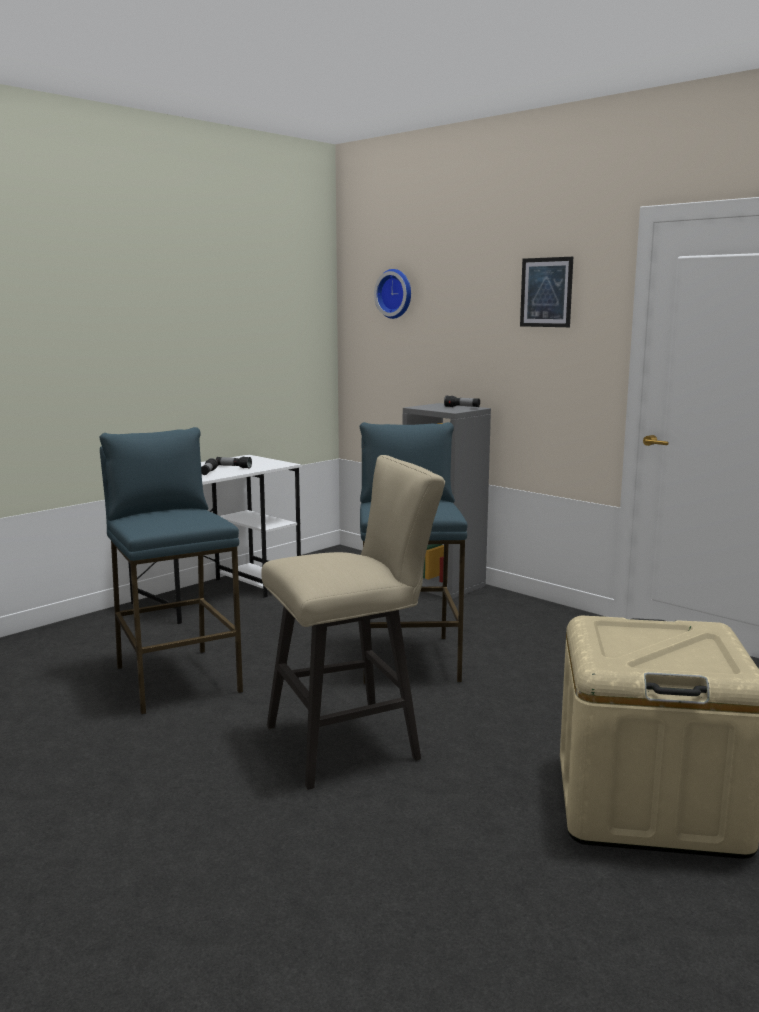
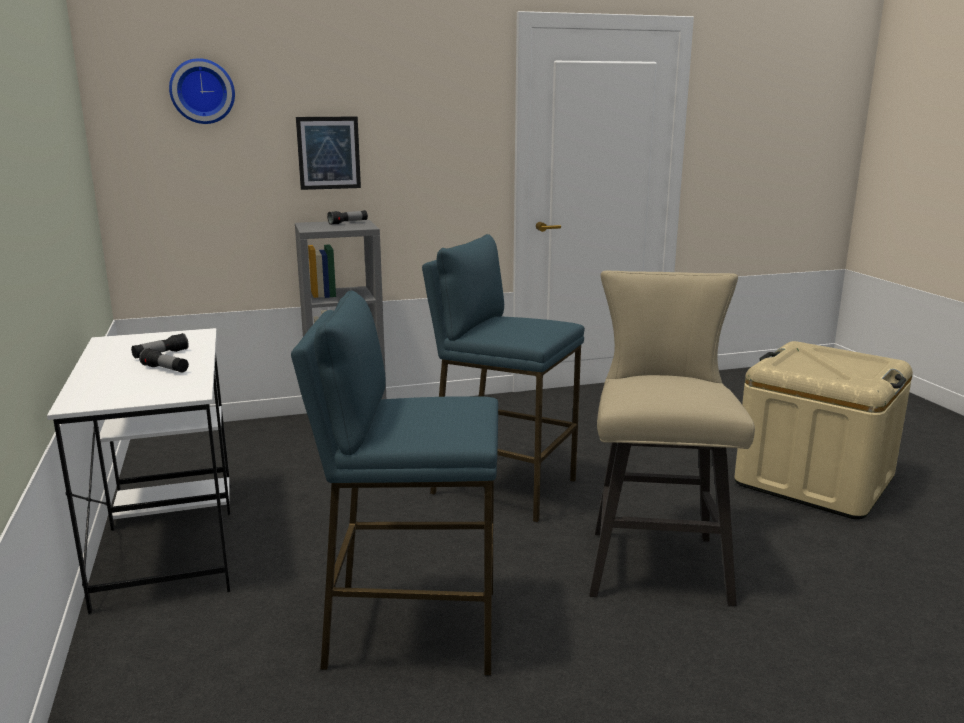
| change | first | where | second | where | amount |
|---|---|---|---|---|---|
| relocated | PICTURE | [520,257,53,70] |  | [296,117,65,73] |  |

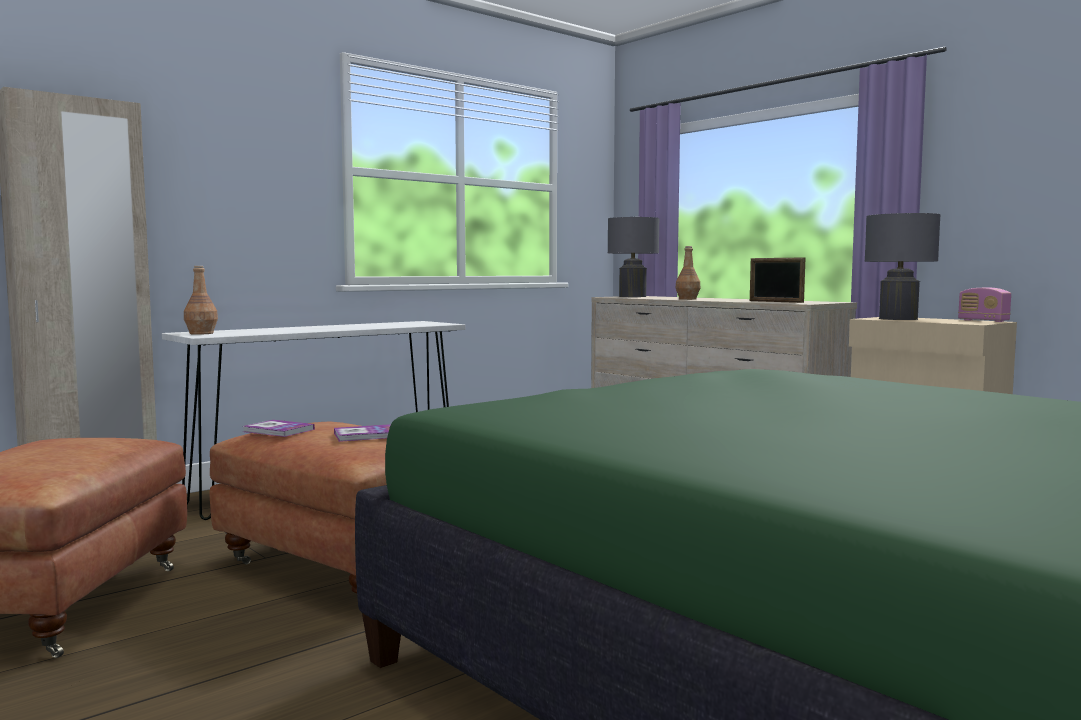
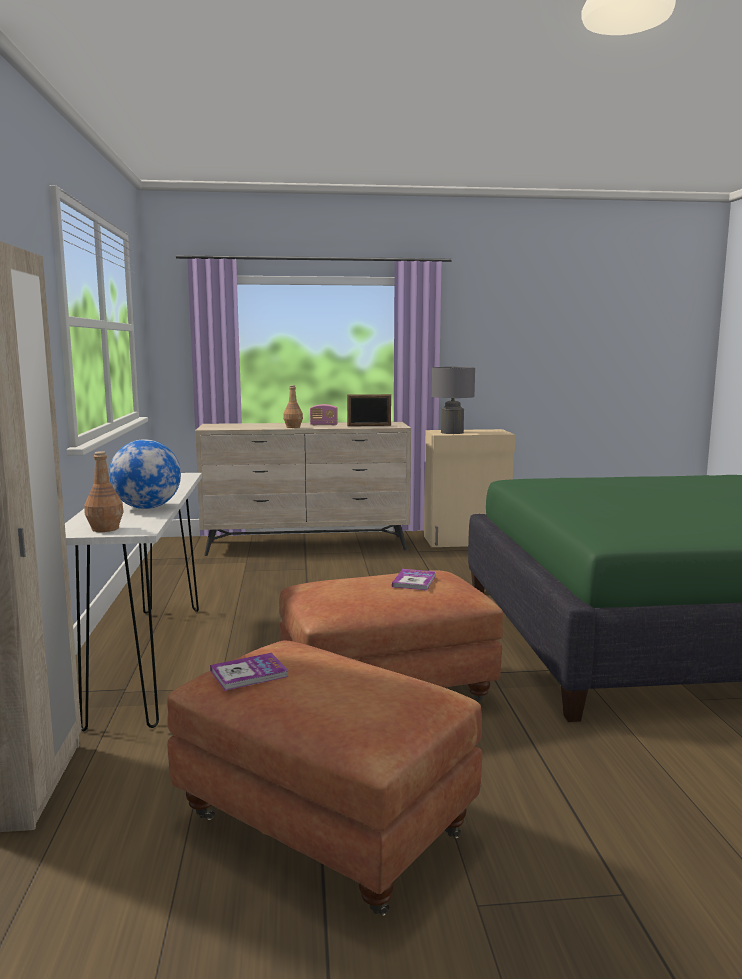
| change | first | where | second | where | amount |
|---|---|---|---|---|---|
| missing | GREY TABLE LAMP | [608,217,52,80] |  |  |  |
| appeared |  |  | GLOBE | [109,439,72,70] |  |
| relocated | BOOK | [243,420,72,17] |  | [210,653,79,38] |  |
| relocated | RADIO | [958,288,53,34] |  | [310,404,28,21] |  |

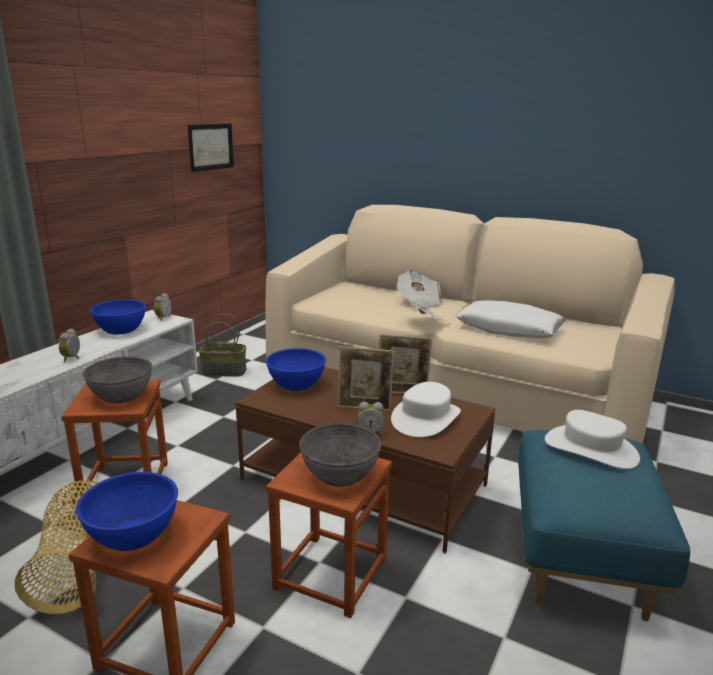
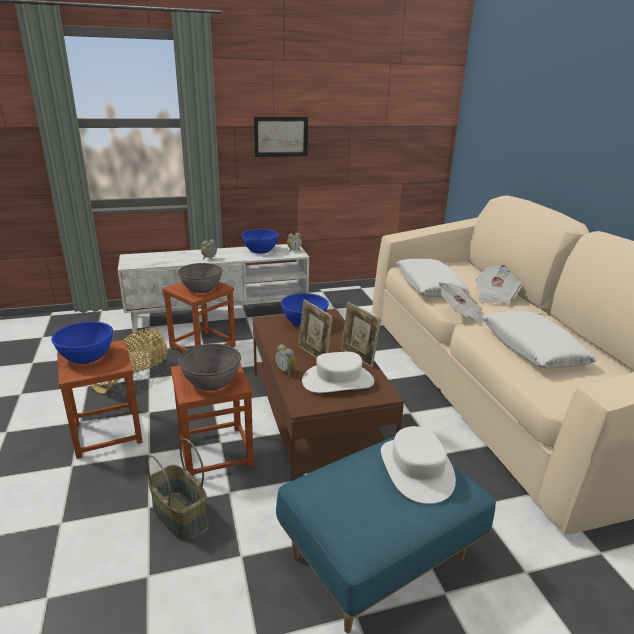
| change | first | where | second | where | amount |
|---|---|---|---|---|---|
| appeared |  |  | WHITE PILLOW | [396,259,74,38] |  |
| relocated | PICTURE | [188,123,46,49] |  | [254,117,54,40] |  |
| relocated | BASKET | [199,314,47,62] |  | [146,438,62,102] |  |

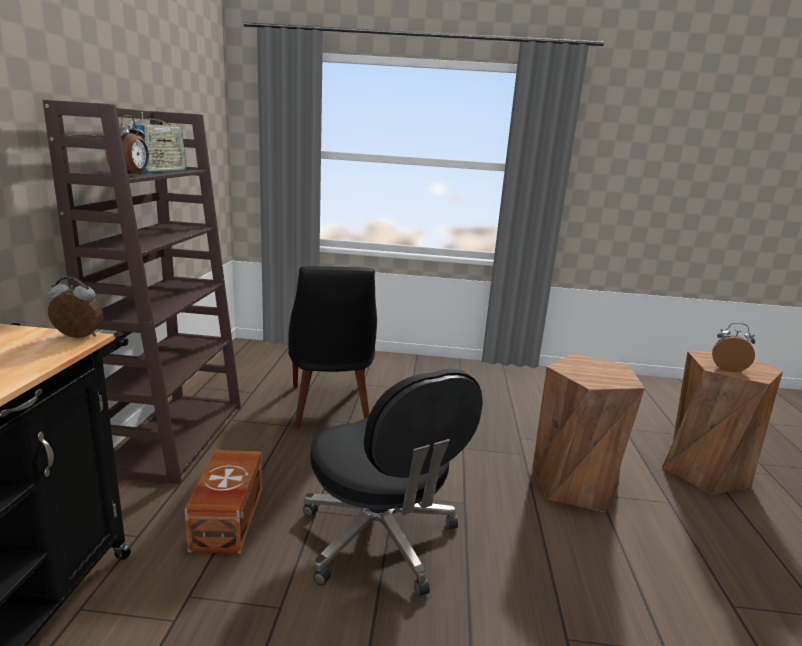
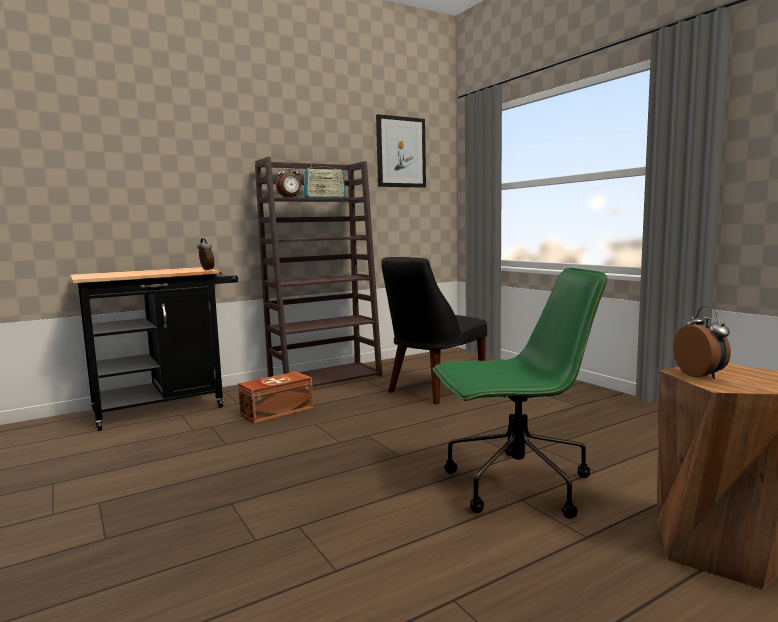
| change | first | where | second | where | amount |
|---|---|---|---|---|---|
| missing | BLACK OFFICE CHAIR | [303,368,180,228] |  |  |  |
| appeared |  |  | PICTURE | [376,114,50,74] |  |
| exchanged | BROWN STOOL | [532,353,113,159] | GREEN OFFICE CHAIR | [433,268,174,251] |  |

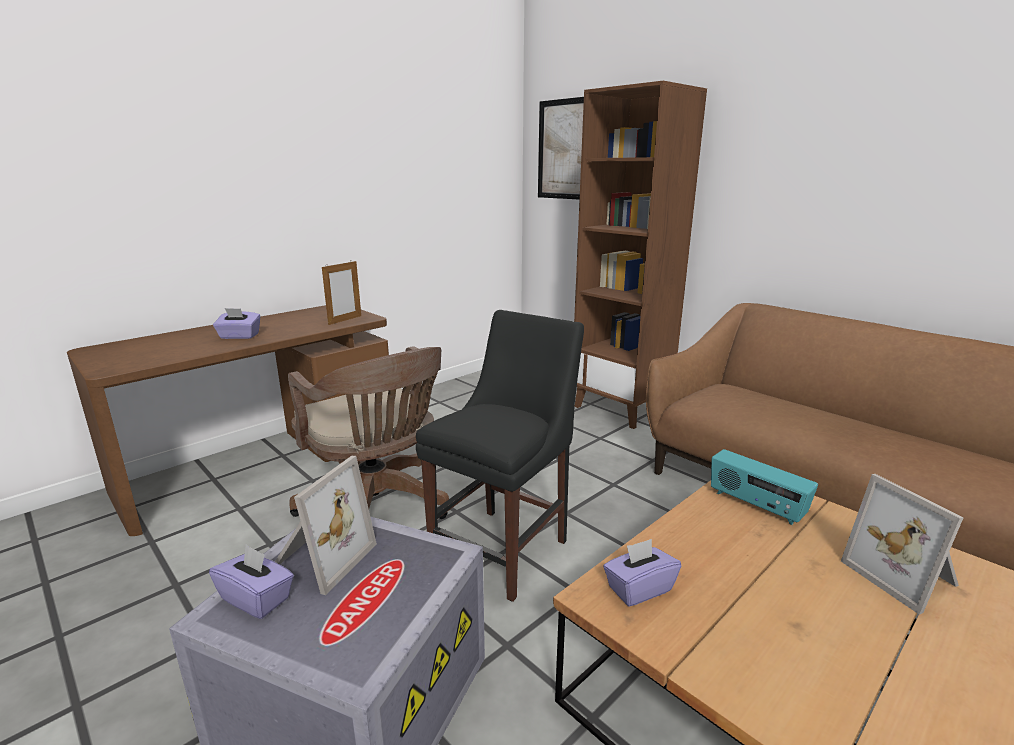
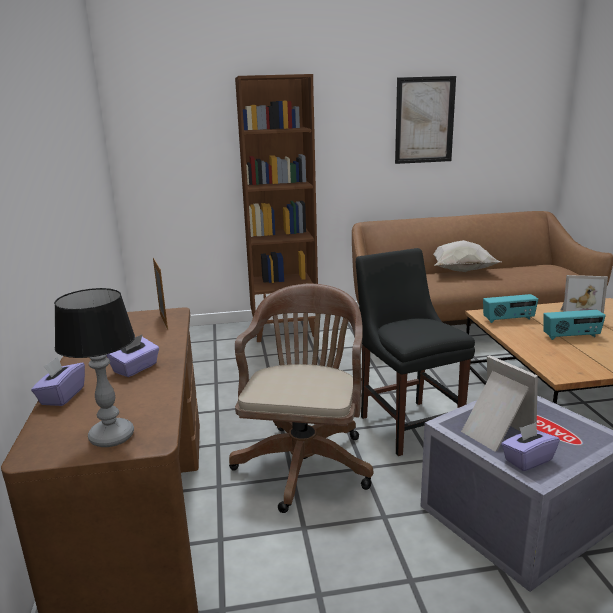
| change | first | where | second | where | amount |
|---|---|---|---|---|---|
| appeared |  |  | TABLE LAMP | [54,288,81,159] |  |
| appeared |  |  | WHITE PILLOW | [433,240,68,32] |  |
| appeared |  |  | RADIO | [543,310,63,30] |  |
| relocated | PICTURE | [538,97,46,103] |  | [395,76,61,88] |  |
| relocated | PURPLE TISSUE BOX | [603,539,78,68] |  | [31,357,54,49] |  |
| spun | BROWN OFFICE CHAIR | [288,346,161,173] |  | [229,284,144,229] | 75 degrees counterclockwise |

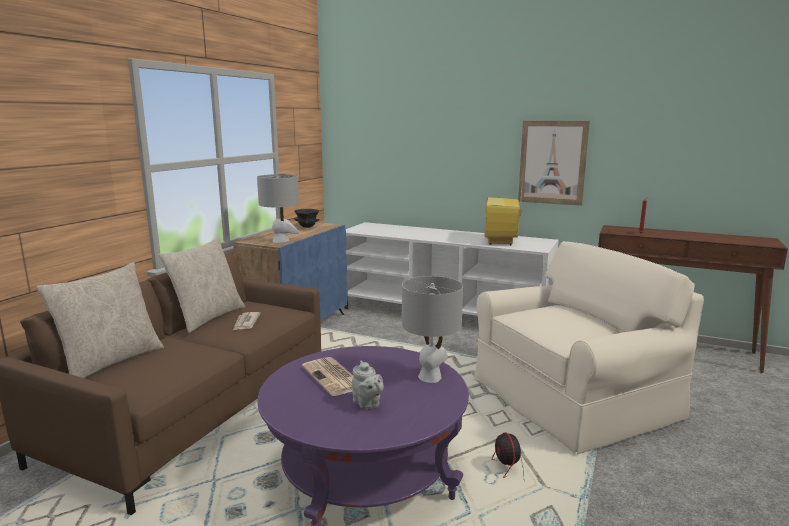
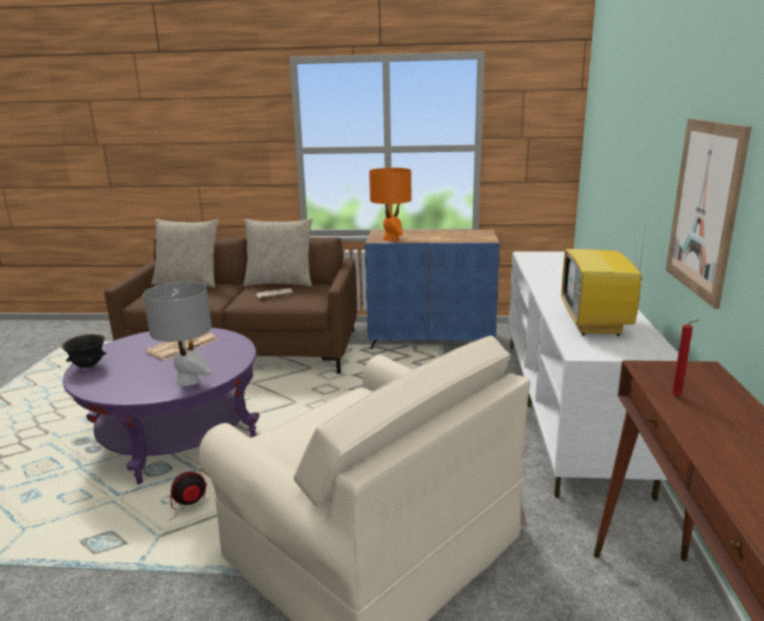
| change | first | where | second | where | amount |
|---|---|---|---|---|---|
| missing | GREY TEAPOT | [352,361,32,48] |  |  |  |
| relocated | BLACK BOWL | [294,209,26,19] |  | [61,334,45,34] |  |
| colour | GREY TABLE LAMP | [257,174,42,69] | ORANGE TABLE LAMP | [369,168,42,73] |  |
| spun | TELEVISION | [485,179,38,66] |  | [561,216,86,120] | 75 degrees counterclockwise |

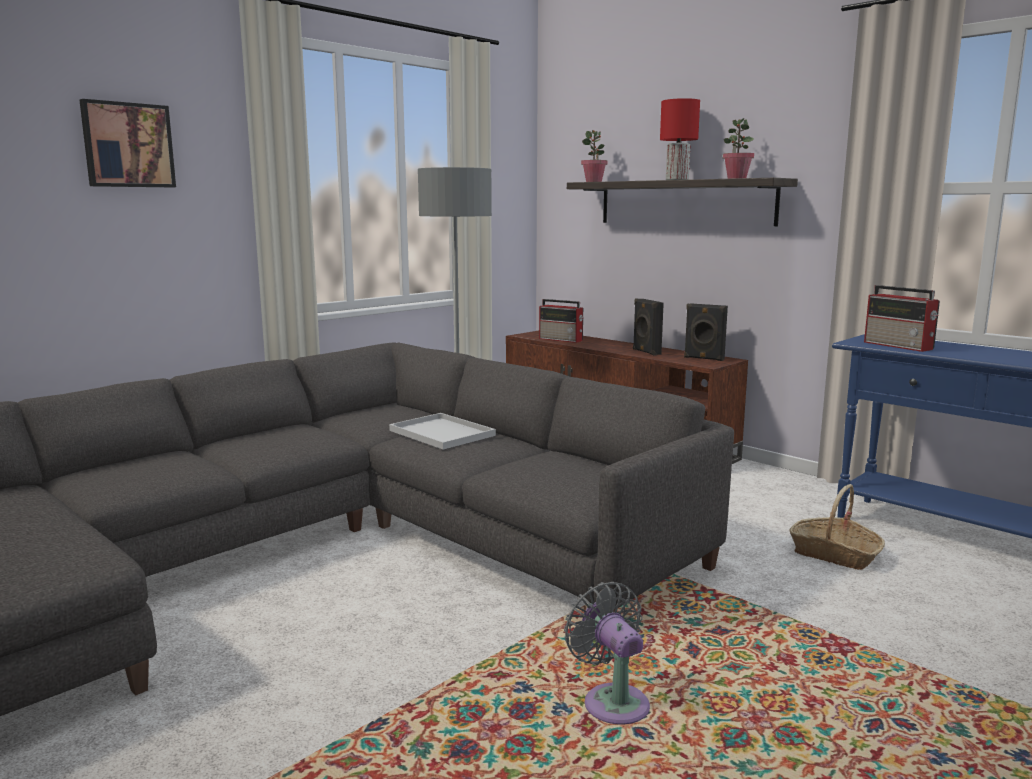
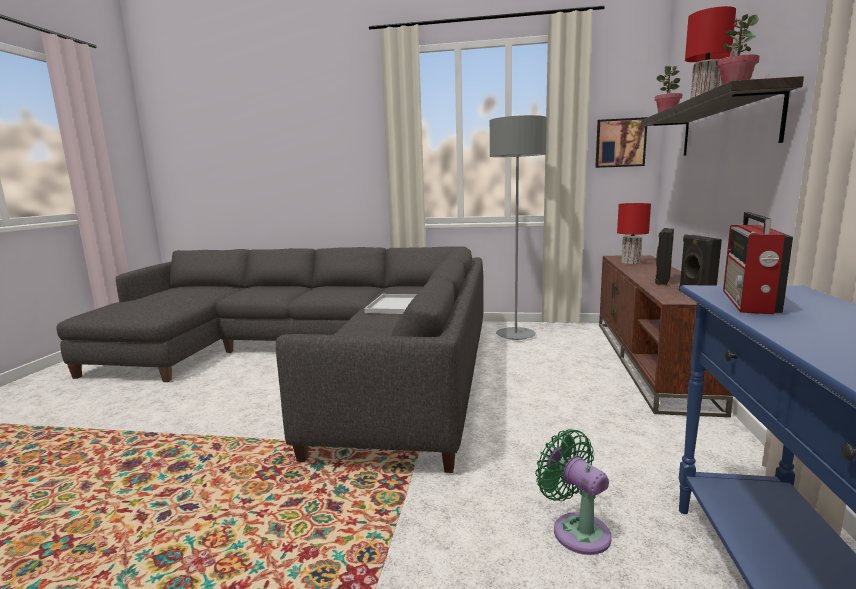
| change | first | where | second | where | amount |
|---|---|---|---|---|---|
| missing | GREY FAN | [564,582,86,143] |  |  |  |
| relocated | PICTURE | [80,99,96,88] |  | [595,117,53,51] |  |
| exchanged | RADIO | [539,299,44,44] | RED TABLE LAMP | [617,203,34,62] |  |
| exchanged | BASKET | [789,484,96,86] | GREEN FAN | [535,429,77,126] |  |

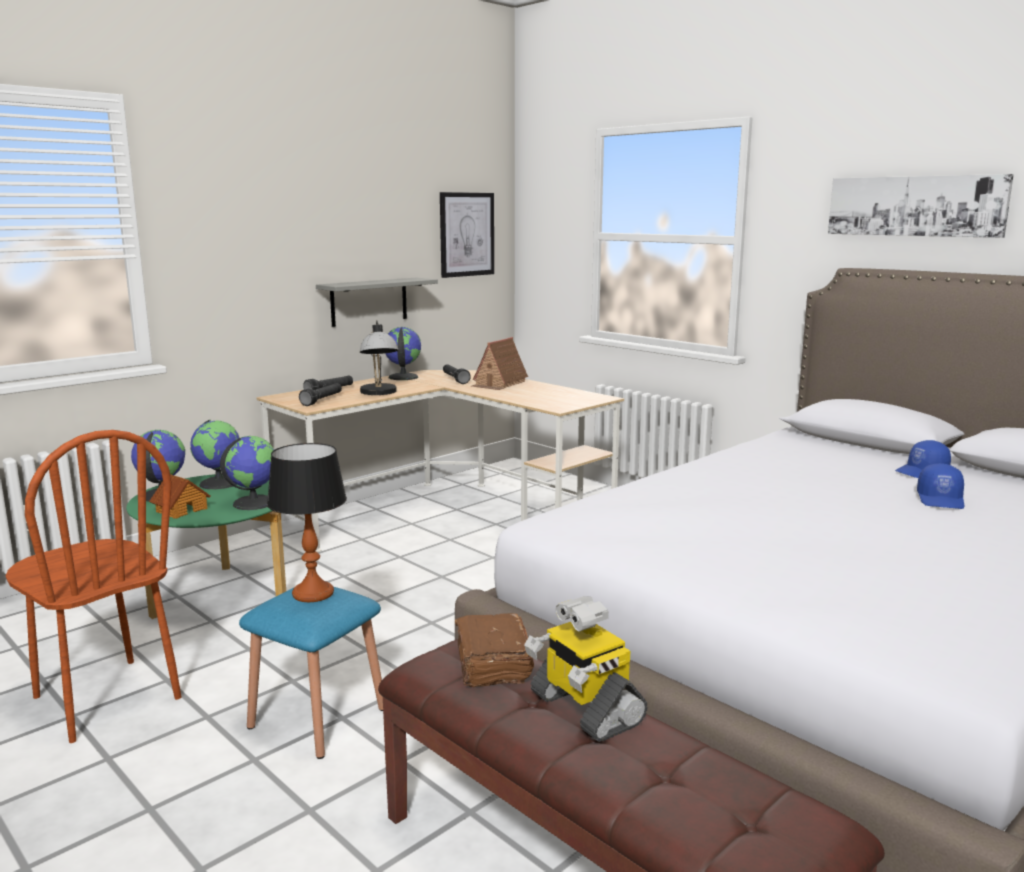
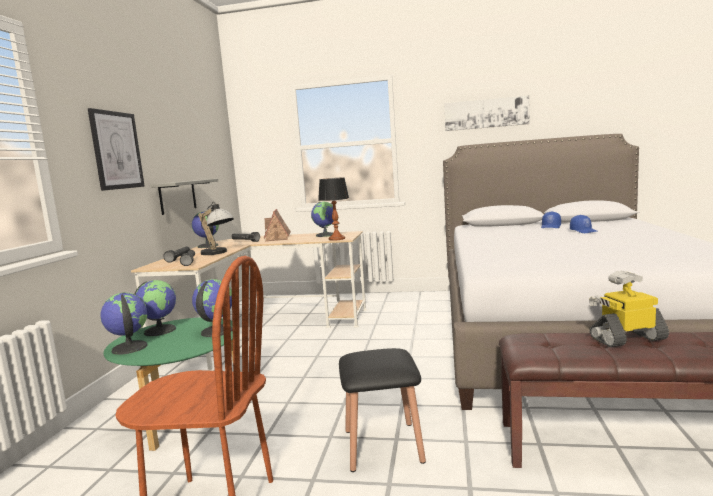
| change | first | where | second | where | amount |
|---|---|---|---|---|---|
| missing | TOY HOUSE | [149,474,62,45] |  |  |  |
| missing | BROWN BOOK | [455,613,79,74] |  |  |  |
| appeared |  |  | GLOBE | [311,202,22,35] |  |
| relocated | TABLE LAMP | [267,443,80,159] |  | [318,177,31,64] |  |
| relocated | PICTURE | [440,192,54,86] |  | [88,108,57,83] |  |
| colour | BLUE STOOL | [239,587,144,172] | BLACK STOOL | [339,348,87,124] |  |
| spun | TOY ROBOT | [524,596,124,146] |  | [589,271,80,76] | 150 degrees clockwise |

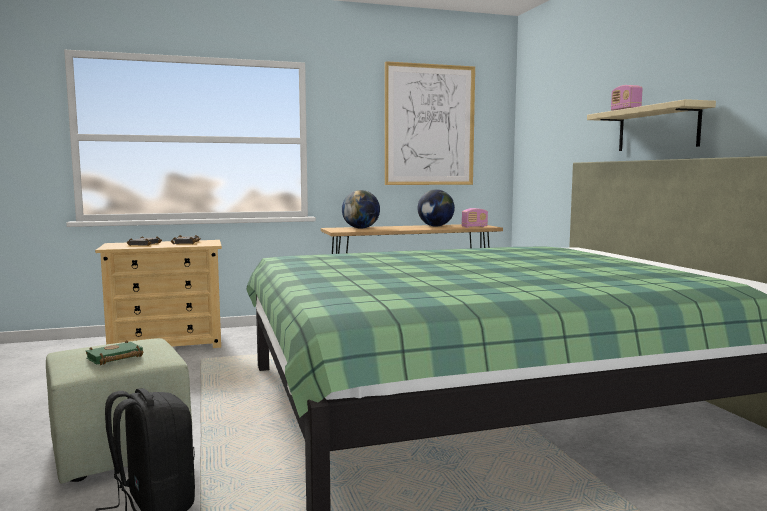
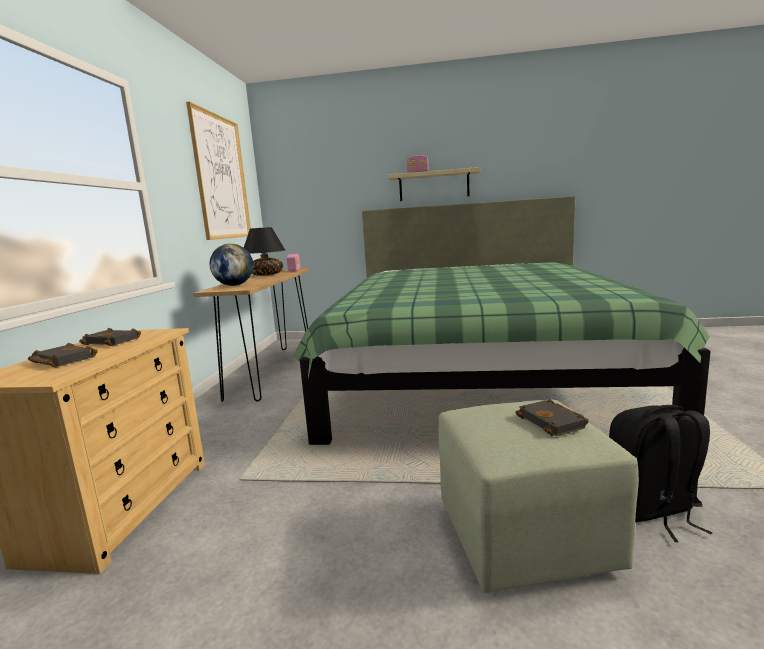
| change | first | where | second | where | amount |
|---|---|---|---|---|---|
| exchanged | GLOBE | [418,189,37,38] | BLACK TABLE LAMP | [244,227,41,49] |  |
| colour | GREEN BOOK | [86,340,57,25] | BLACK BOOK | [515,399,74,37] |  |

